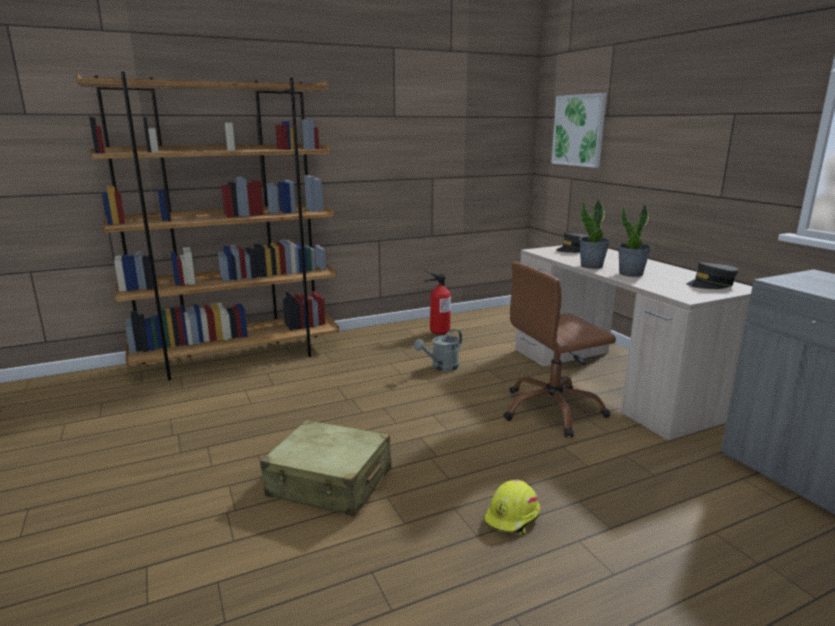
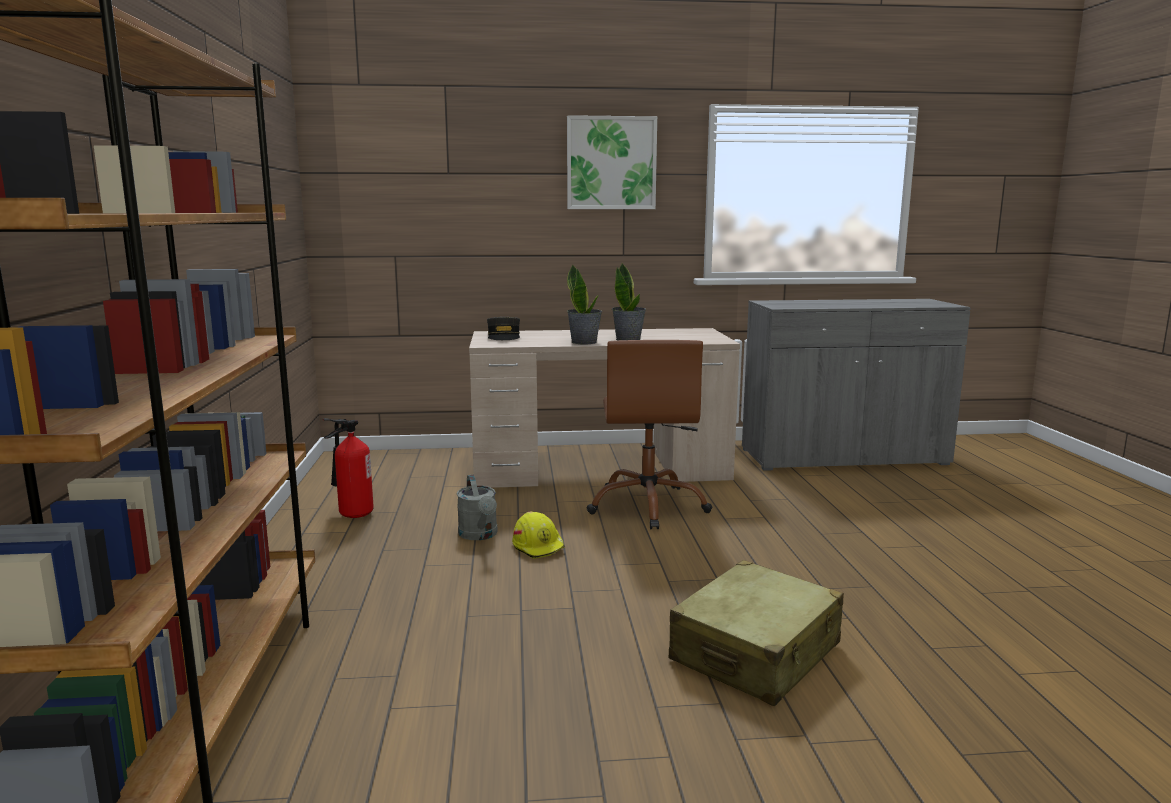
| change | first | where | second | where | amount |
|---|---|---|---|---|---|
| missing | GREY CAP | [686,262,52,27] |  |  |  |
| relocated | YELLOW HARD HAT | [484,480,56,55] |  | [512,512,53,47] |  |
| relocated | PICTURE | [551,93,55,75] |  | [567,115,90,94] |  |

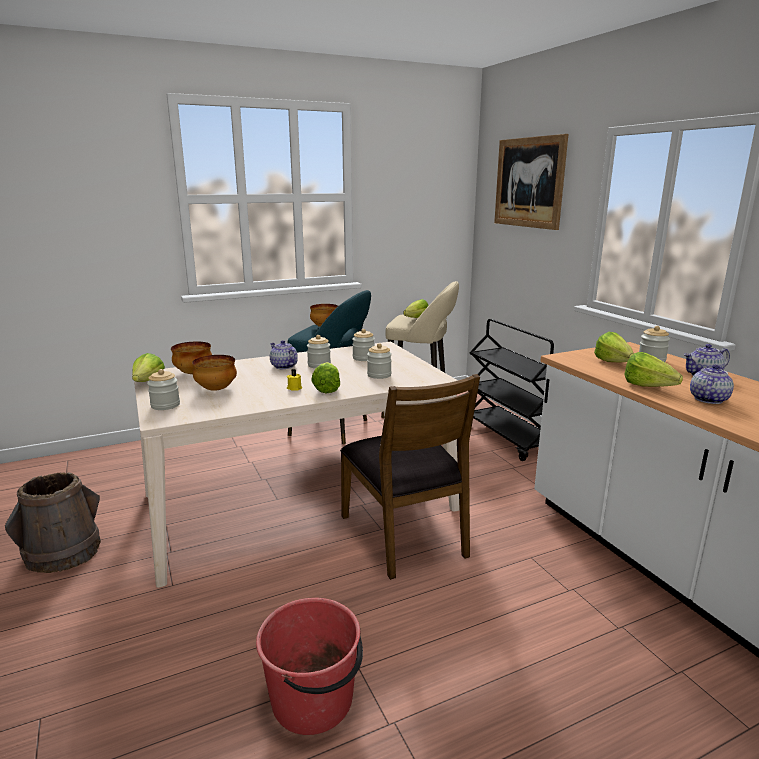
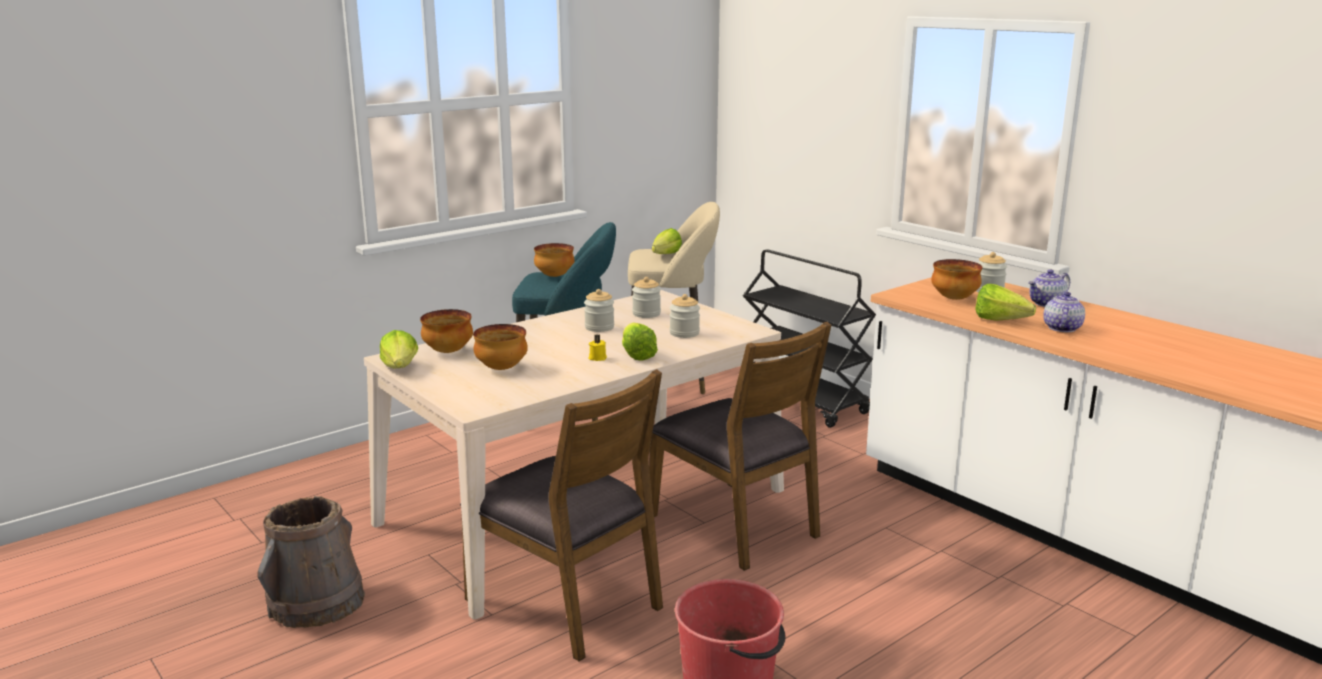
| change | first | where | second | where | amount |
|---|---|---|---|---|---|
| missing | JAR | [147,369,33,41] |  |  |  |
| missing | TEAPOT | [270,340,28,29] |  |  |  |
| missing | PICTURE | [494,134,74,96] |  |  |  |
| appeared |  |  | BROWN CHAIR | [460,369,203,293] |  |
| exchanged | LETTUCE | [594,332,40,30] | BOWL | [931,259,52,41] |  |

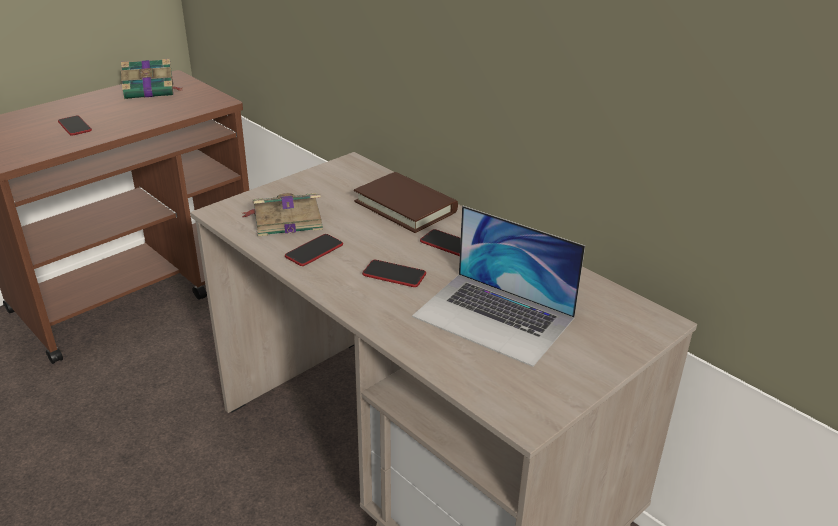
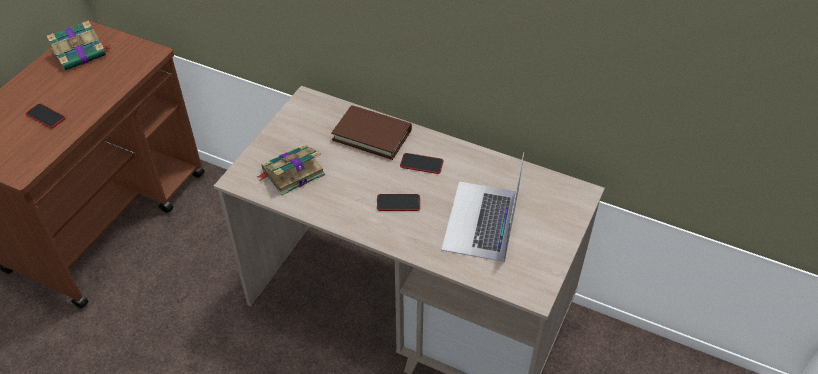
| change | first | where | second | where | amount |
|---|---|---|---|---|---|
| missing | PHONE | [285,234,58,32] |  |  |  |
| spun | LAPTOP | [412,206,173,161] |  | [441,152,83,110] | 90 degrees clockwise |

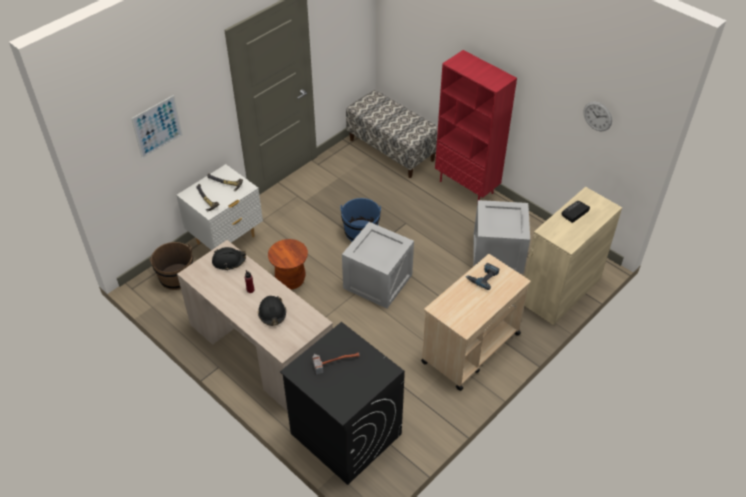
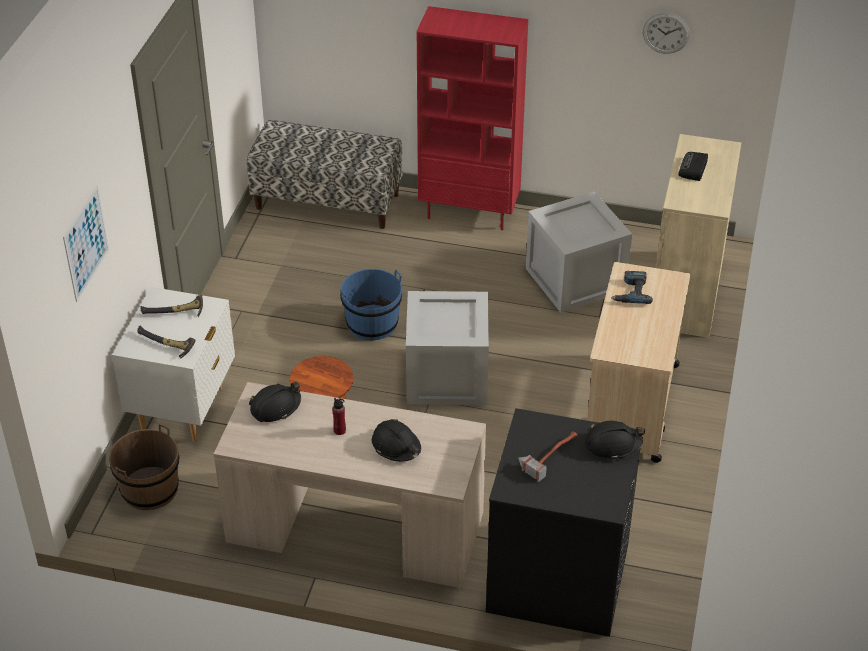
| change | first | where | second | where | amount |
|---|---|---|---|---|---|
| appeared |  |  | BLACK HARD HAT | [585,421,60,39] |  |

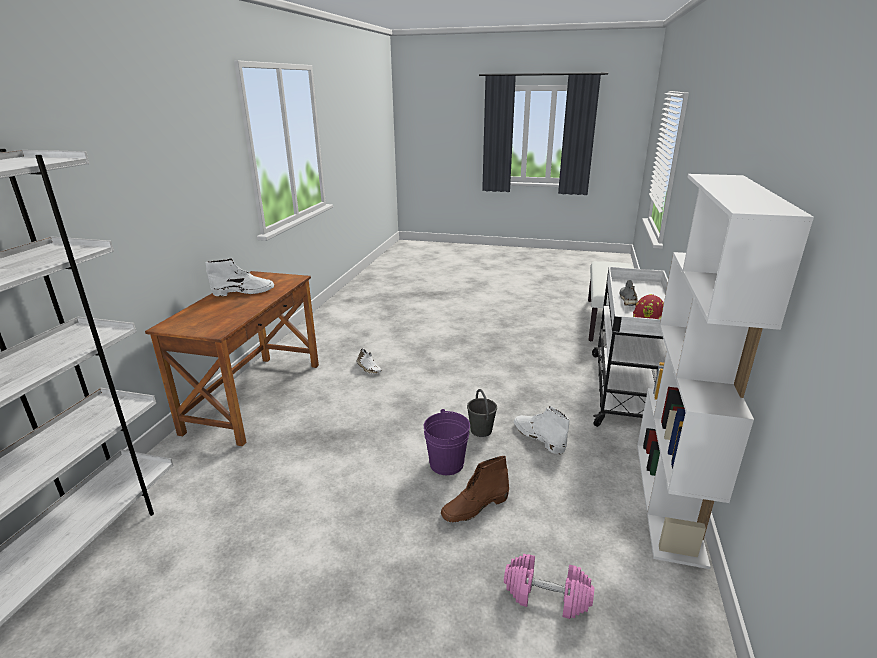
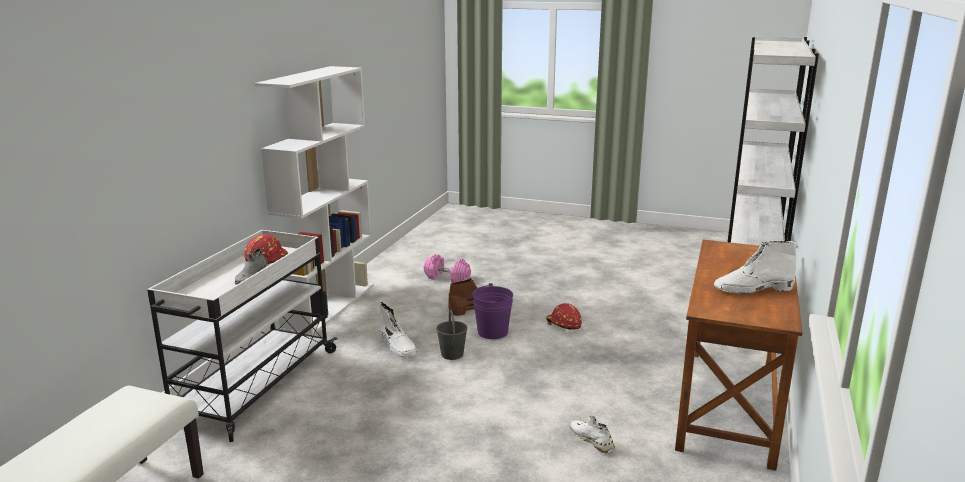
| change | first | where | second | where | amount |
|---|---|---|---|---|---|
| appeared |  |  | RED HARD HAT | [546,303,36,27] |  |

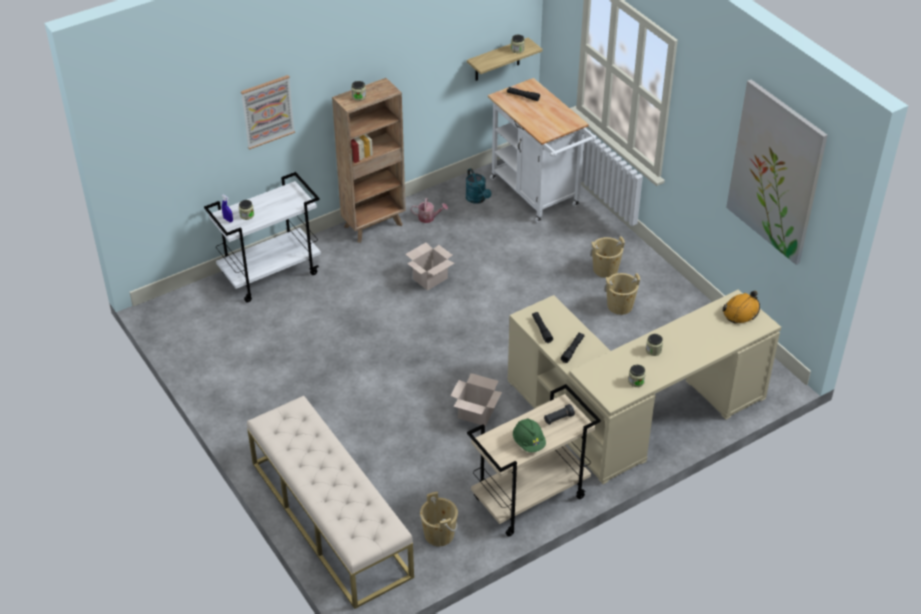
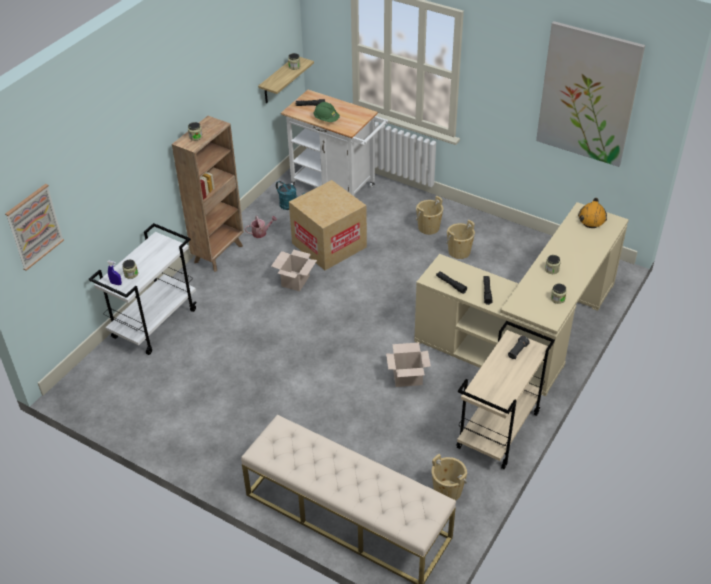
| change | first | where | second | where | amount |
|---|---|---|---|---|---|
| appeared |  |  | CARDBOARD BOX | [289,180,78,90] |  |
| relocated | PICTURE | [241,75,54,75] |  | [5,184,59,87] |  |
| relocated | GREEN HARD HAT | [513,418,33,34] |  | [313,102,27,20] |  |

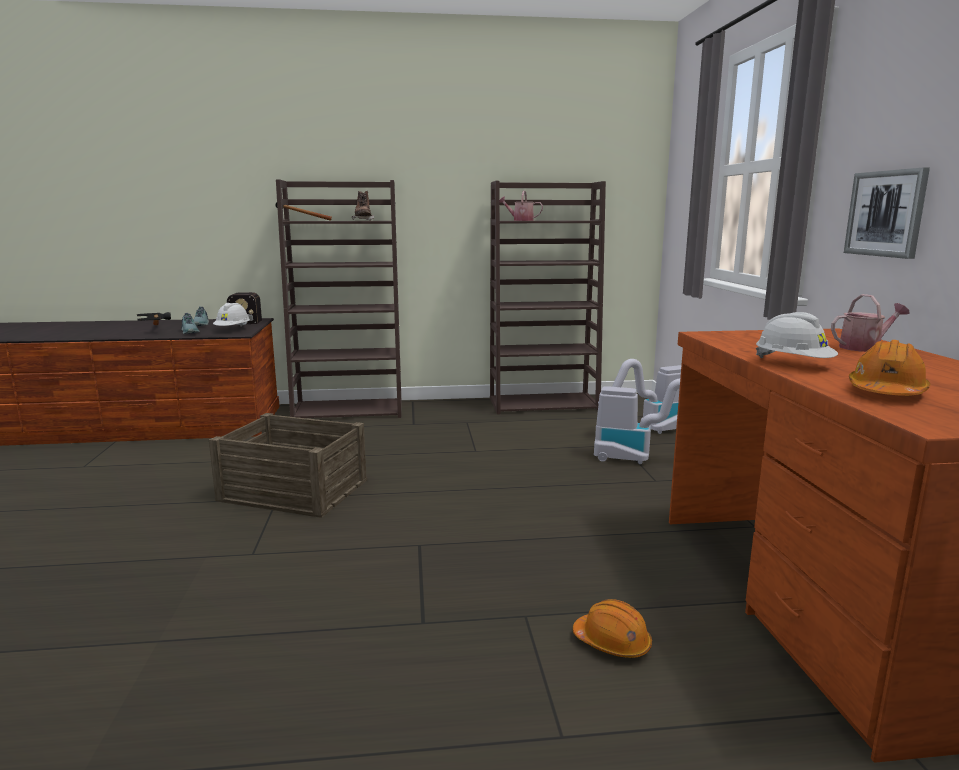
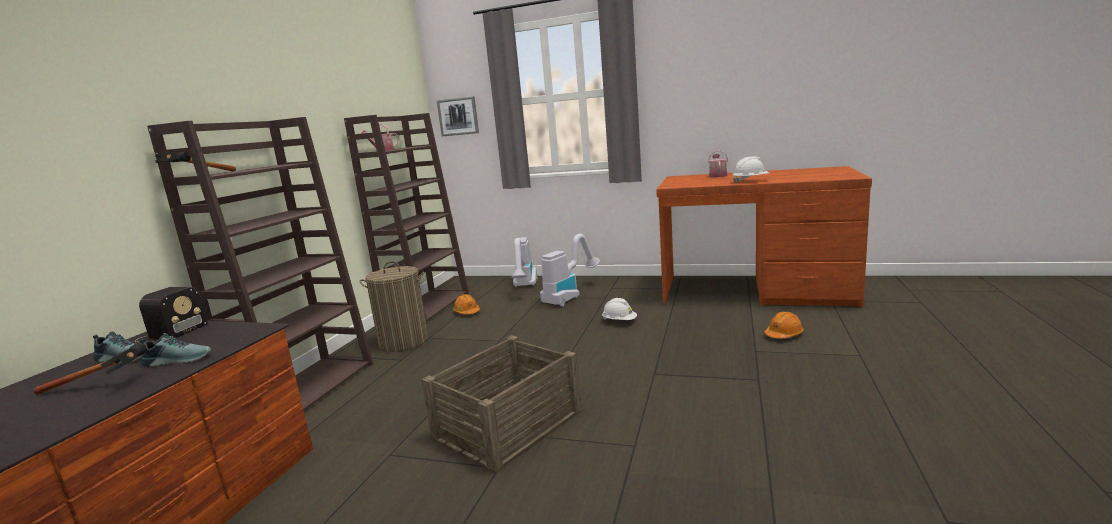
| change | first | where | second | where | amount |
|---|---|---|---|---|---|
| missing | BROWN BOOT | [352,191,22,30] |  |  |  |
| appeared |  |  | LAUNDRY BASKET | [360,261,68,90] |  |
| relocated | WHITE HARD HAT | [213,303,37,24] |  | [602,298,35,22] |  |
| relocated | PICTURE | [844,167,86,92] |  | [437,96,42,40] |  |
| relocated | ORANGE HARD HAT | [849,340,82,56] |  | [453,294,27,20] |  |

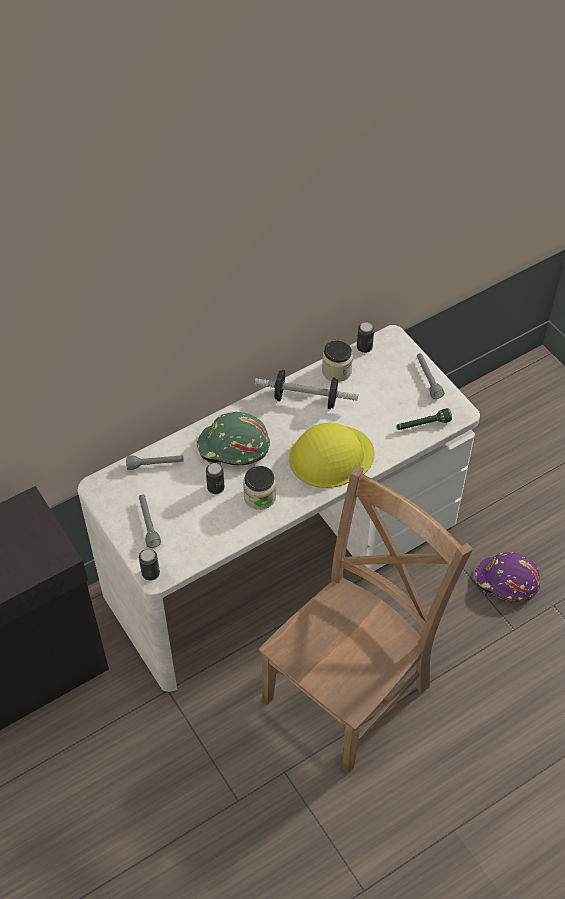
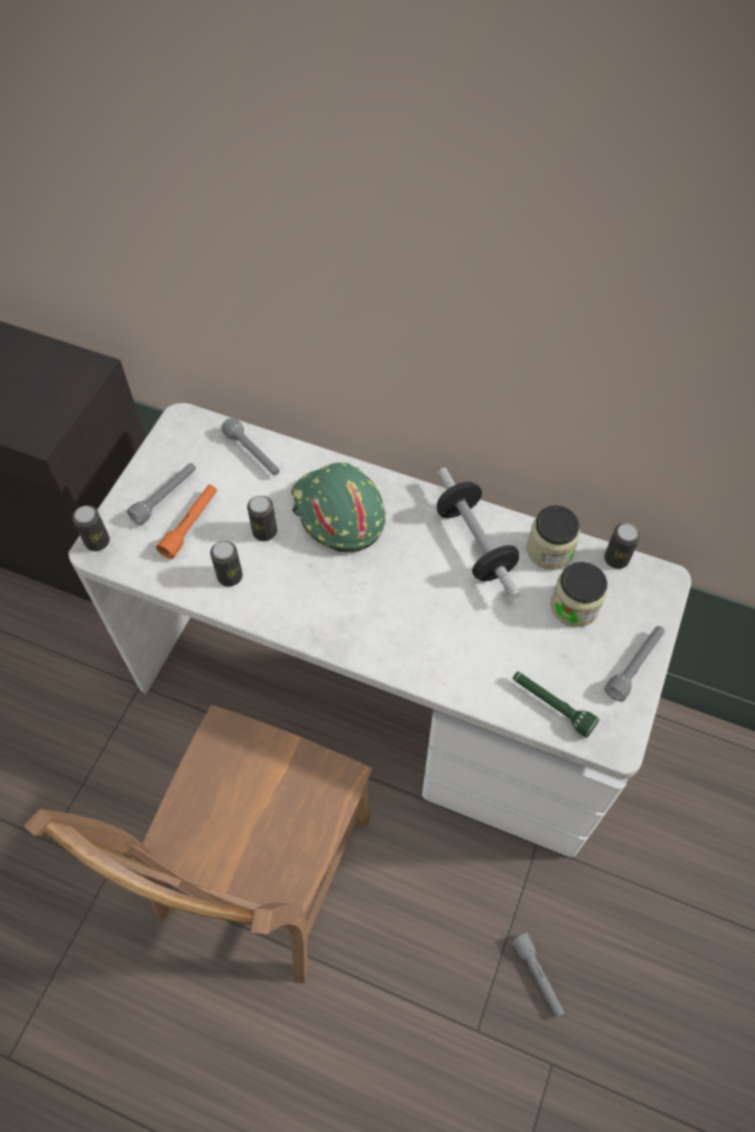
| change | first | where | second | where | amount |
|---|---|---|---|---|---|
| missing | YELLOW HARD HAT | [289,423,86,65] |  |  |  |
| appeared |  |  | ORANGE FLASHLIGHT | [156,484,61,75] |  |
| appeared |  |  | CAN | [210,541,33,46] |  |
| relocated | JAR | [243,466,33,44] |  | [551,562,57,65] |  |
| exchanged | PURPLE HARD HAT | [475,552,65,50] | GREY FLASHLIGHT | [511,933,54,85] |  |
| spun | BROWN CHAIR | [259,465,214,309] |  | [24,705,348,278] | 105 degrees clockwise |

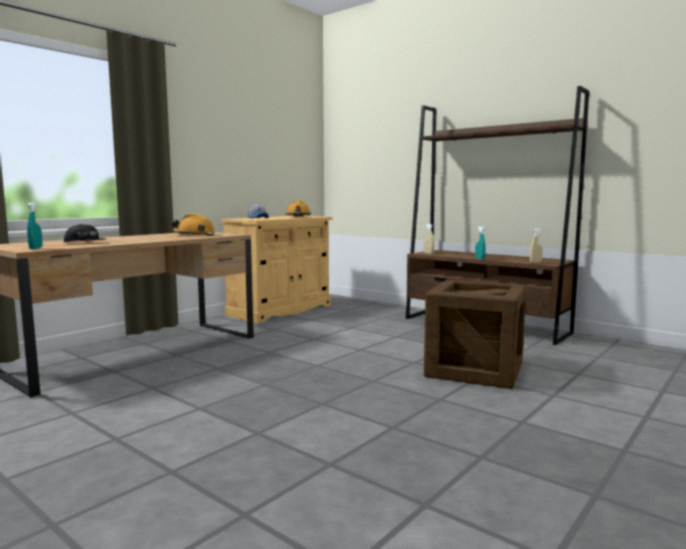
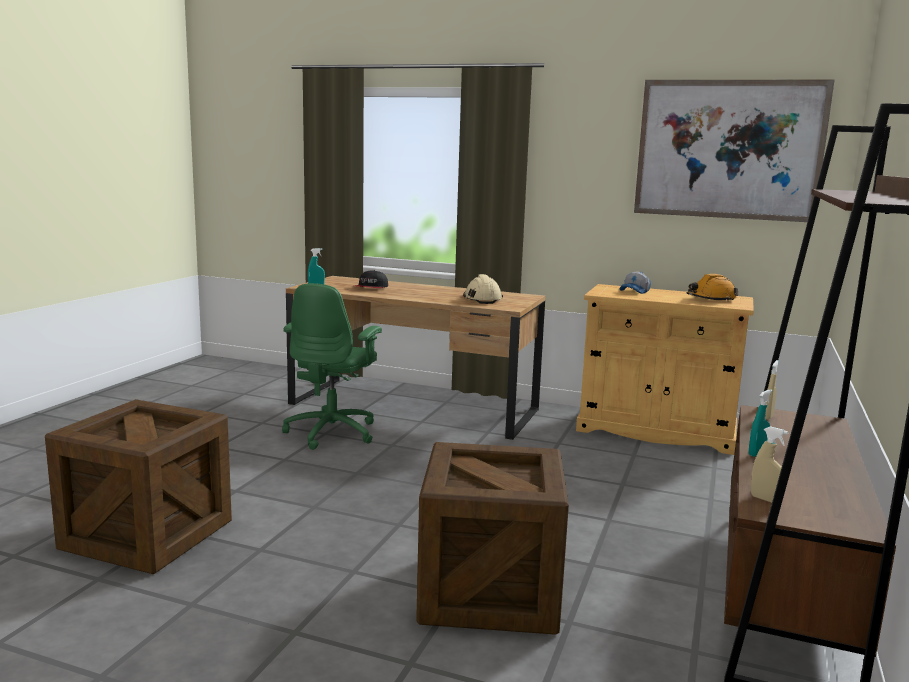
| change | first | where | second | where | amount |
|---|---|---|---|---|---|
| appeared |  |  | CRATE | [45,399,187,175] |  |
| appeared |  |  | GREEN OFFICE CHAIR | [282,283,100,167] |  |
| appeared |  |  | PICTURE | [634,80,201,143] |  |
| colour | ORANGE HARD HAT | [172,214,43,22] | BEIGE HARD HAT | [463,274,40,30] |  |

